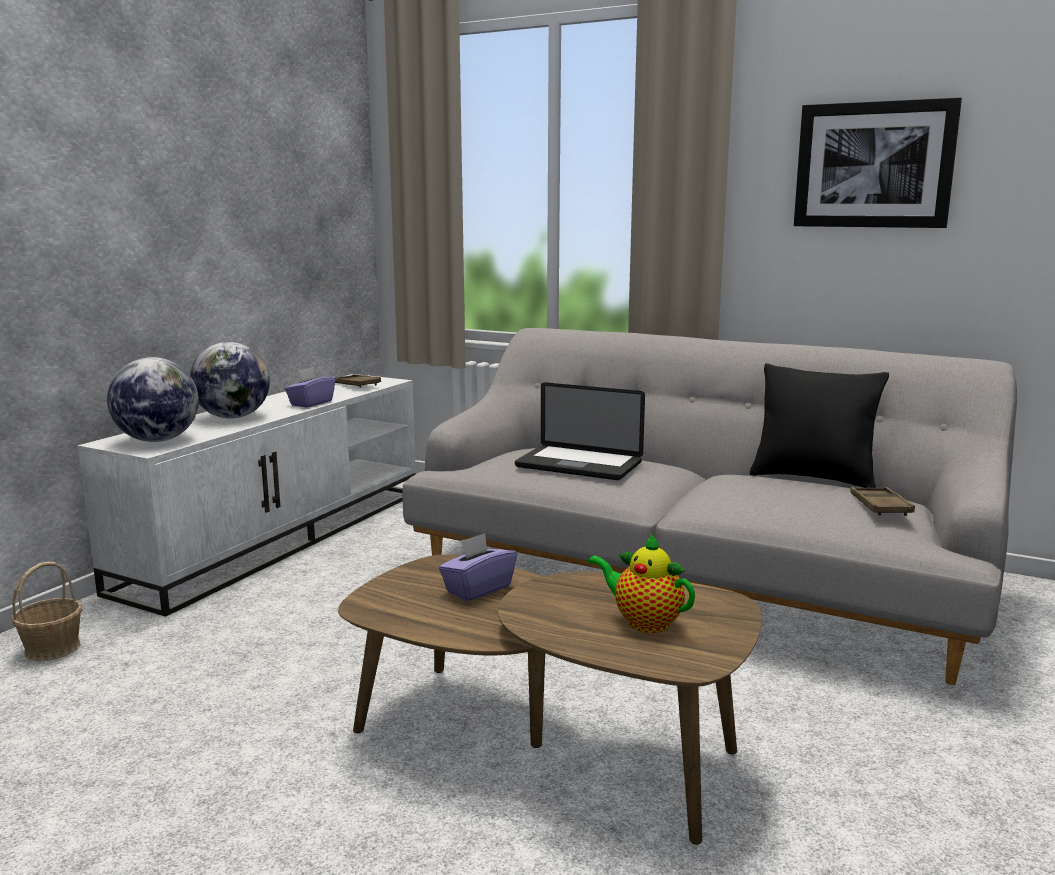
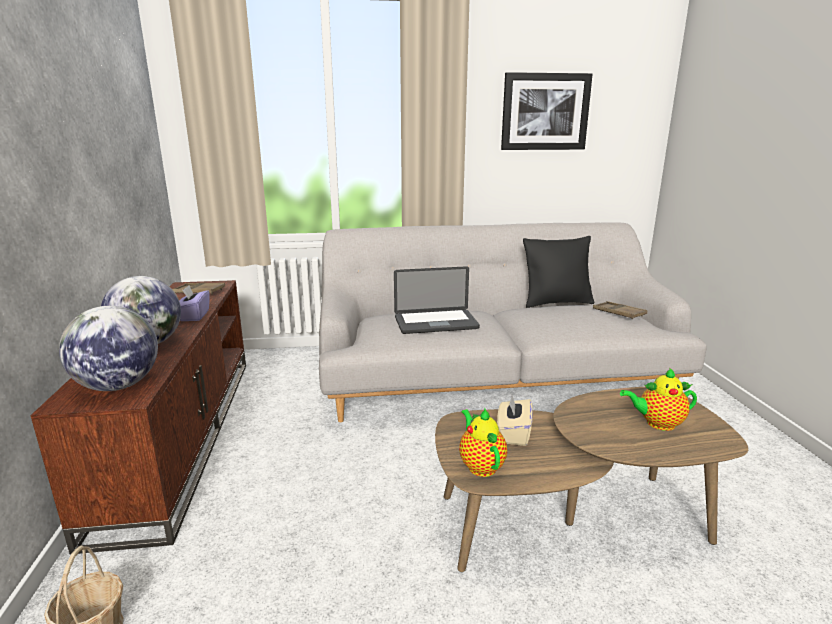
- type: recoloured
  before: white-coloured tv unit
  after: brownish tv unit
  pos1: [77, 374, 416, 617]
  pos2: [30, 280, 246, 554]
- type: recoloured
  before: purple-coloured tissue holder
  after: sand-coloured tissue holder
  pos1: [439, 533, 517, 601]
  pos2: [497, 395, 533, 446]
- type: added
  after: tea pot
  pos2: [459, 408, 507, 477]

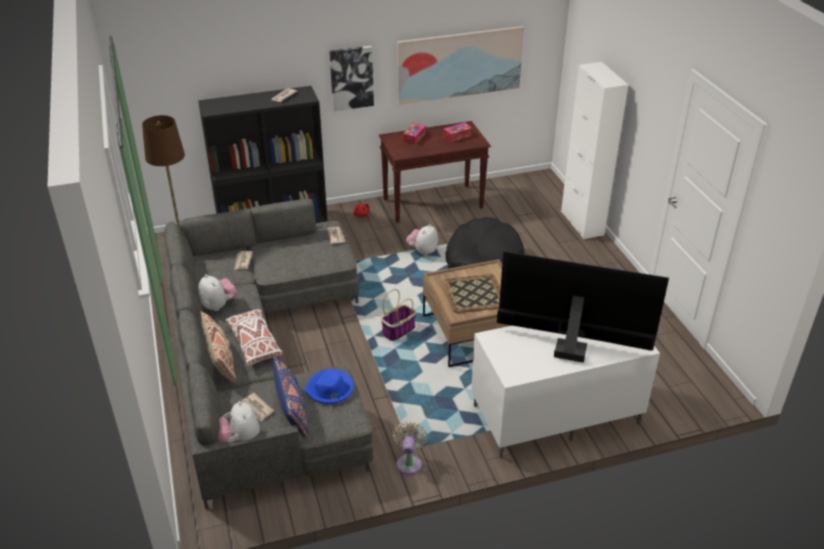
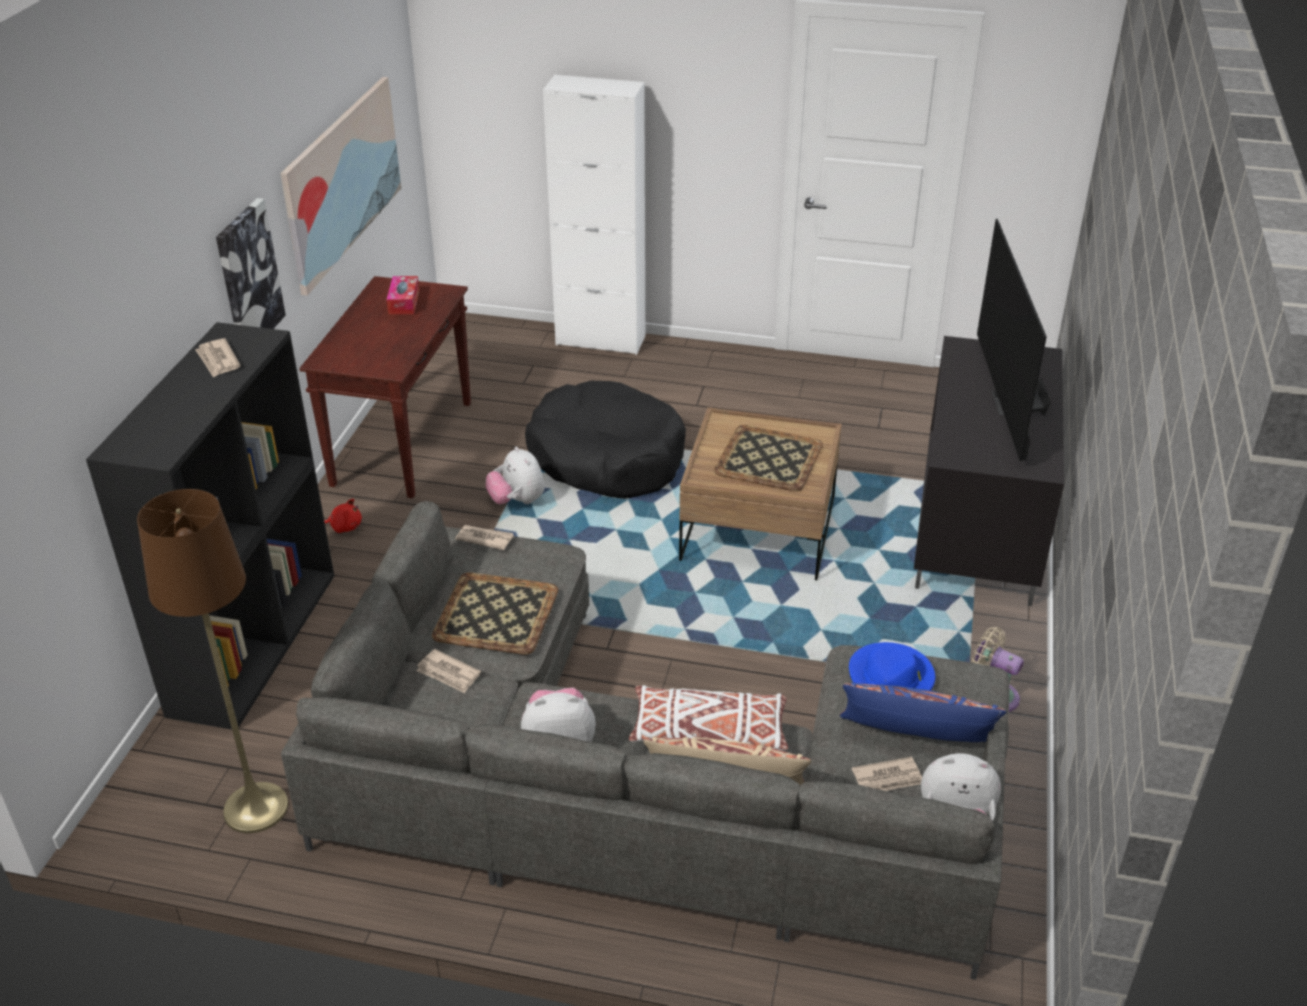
- type: removed
  before: household basket
  pos1: [381, 289, 416, 341]
- type: removed
  before: tissue holder
  pos1: [403, 123, 426, 145]
- type: recoloured
  before: white-coloured tv unit
  after: blackish tv unit
  pos1: [471, 326, 660, 458]
  pos2: [914, 336, 1064, 606]
- type: turned
  before: television
  pos1: [497, 251, 669, 363]
  pos2: [977, 219, 1051, 461]
  turn: -45
- type: added
  after: tray
  pos2: [432, 572, 558, 655]

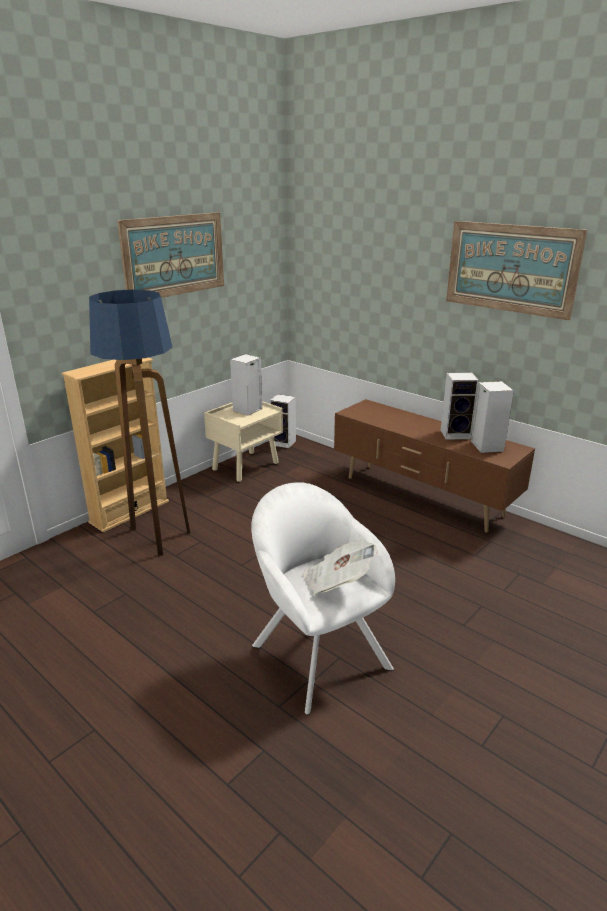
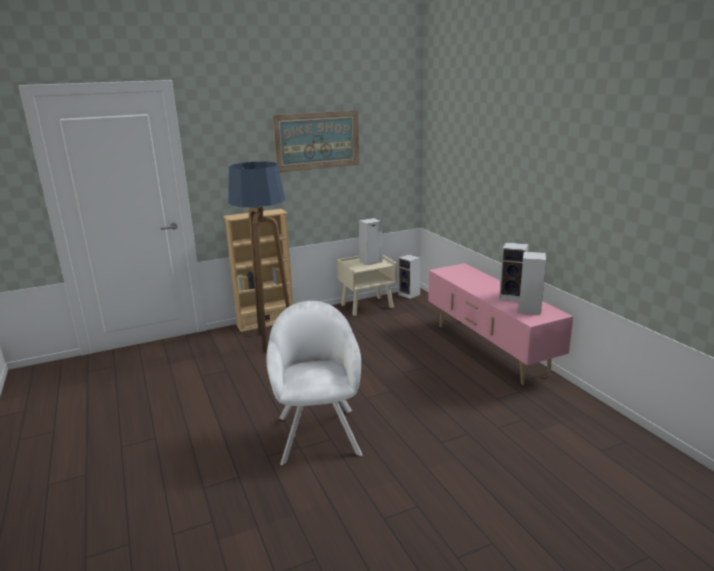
- type: removed
  before: daily paper
  pos1: [303, 539, 378, 595]
- type: recoloured
  before: brownish tv unit
  after: pink tv unit
  pos1: [334, 399, 535, 533]
  pos2: [428, 263, 573, 385]
- type: removed
  before: wall picture
  pos1: [446, 221, 588, 320]

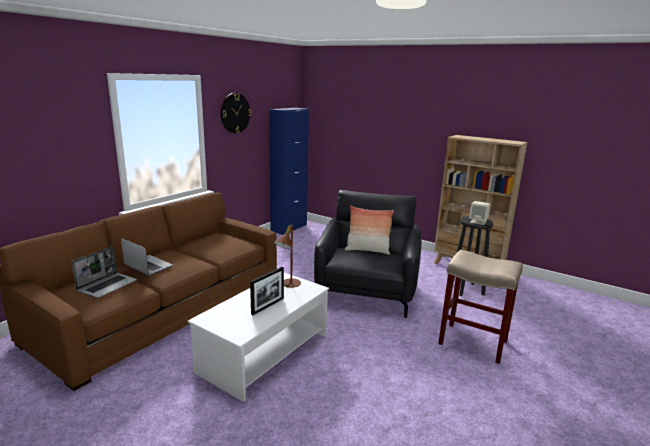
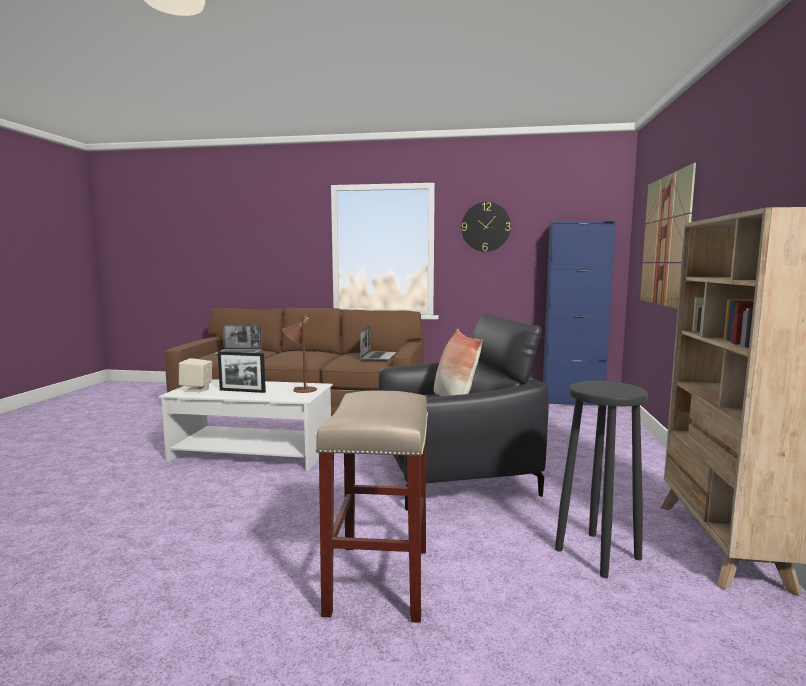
- type: moved
  before: laptop
  pos1: [121, 238, 173, 276]
  pos2: [360, 326, 397, 361]
- type: moved
  before: sand-coloured speaker
  pos1: [469, 201, 491, 225]
  pos2: [179, 358, 212, 392]
- type: added
  after: wall picture
  pos2: [640, 163, 696, 309]

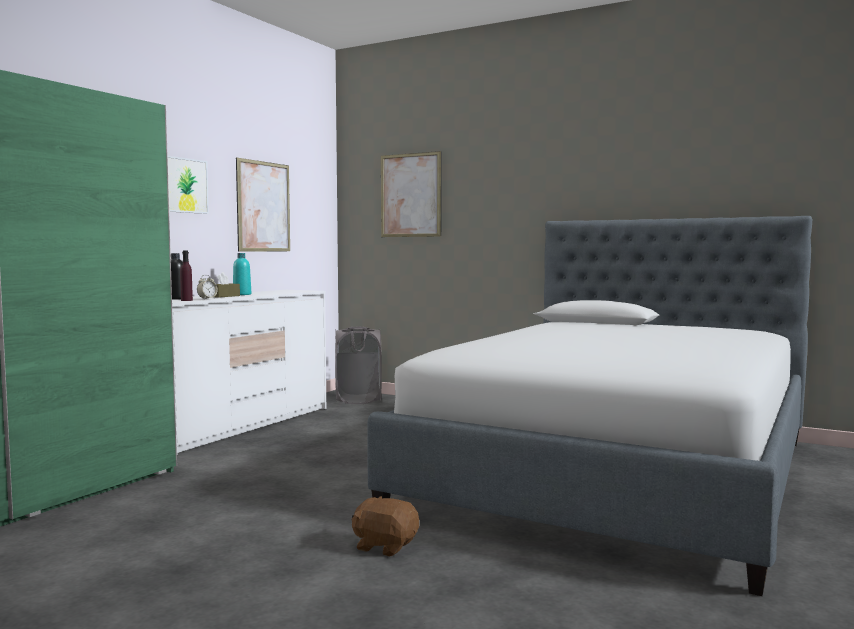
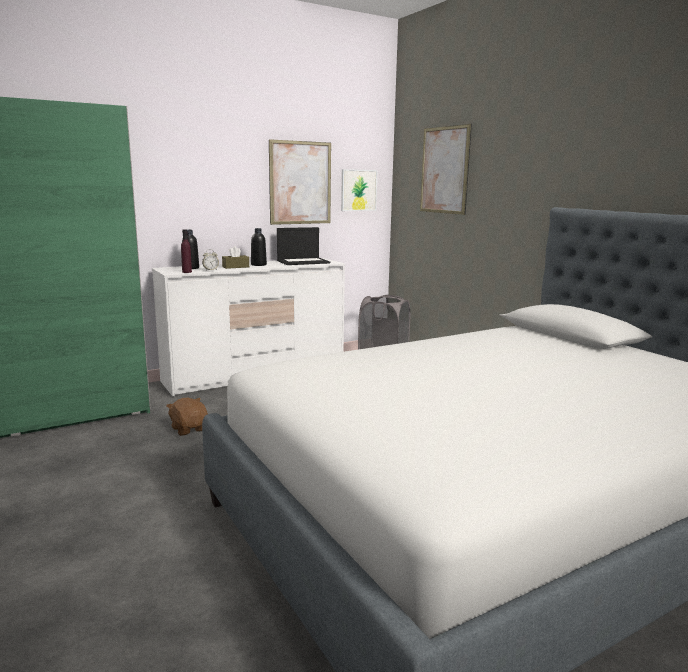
- type: moved
  before: wall picture
  pos1: [168, 156, 209, 214]
  pos2: [341, 169, 378, 211]
- type: recoloured
  before: turquoise-coloured bottle
  after: blackish bottle
  pos1: [233, 253, 251, 295]
  pos2: [251, 228, 267, 266]
- type: moved
  before: brownish soft toy
  pos1: [351, 496, 419, 557]
  pos2: [166, 398, 208, 436]
- type: added
  after: laptop
  pos2: [277, 227, 330, 265]

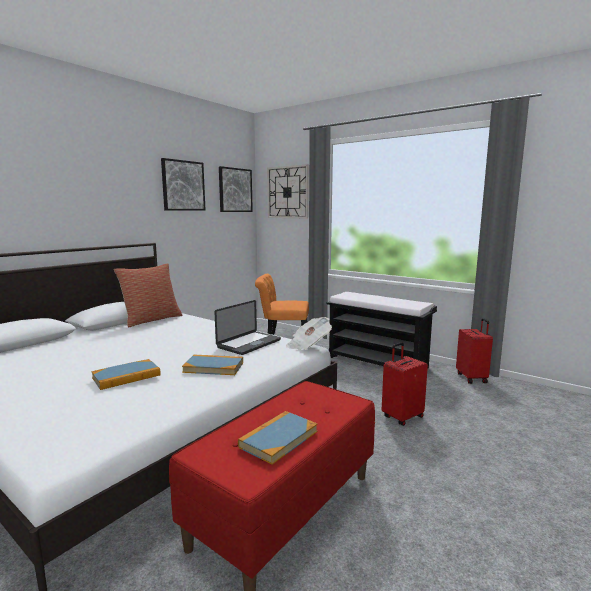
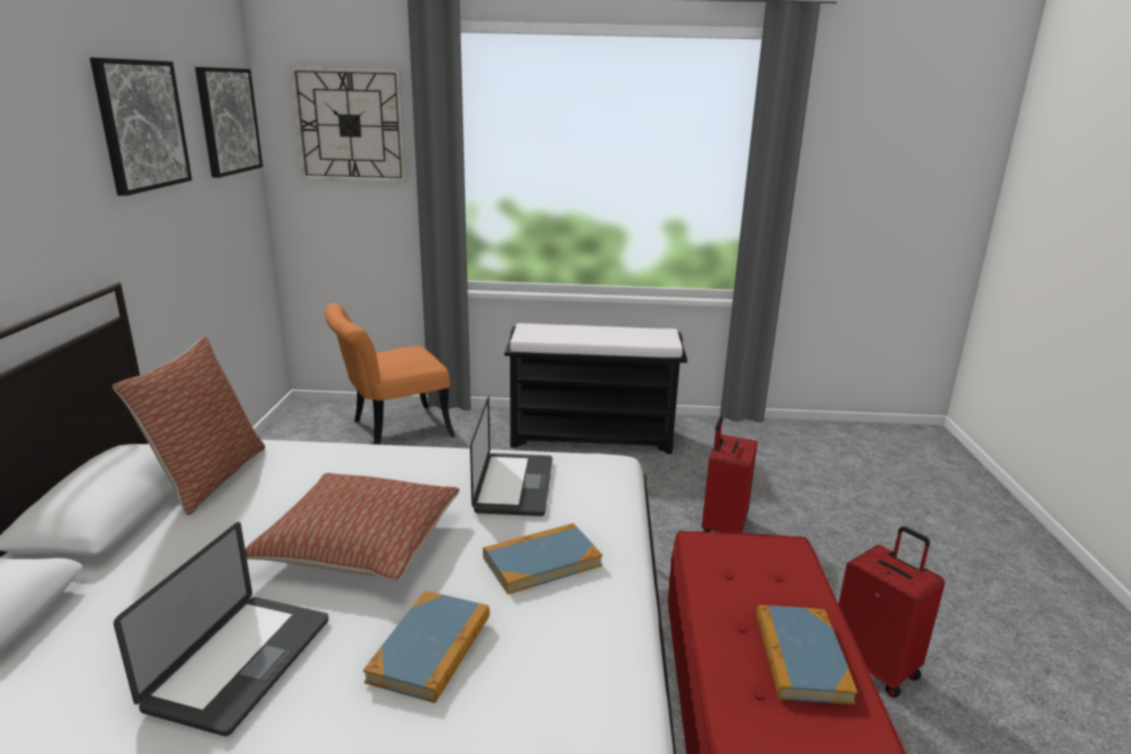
- type: removed
  before: daily paper
  pos1: [286, 317, 332, 350]
- type: moved
  before: reddish suitcase
  pos1: [456, 318, 493, 384]
  pos2: [839, 526, 945, 698]
- type: added
  after: laptop
  pos2: [113, 522, 329, 736]
- type: added
  after: pillow
  pos2: [245, 473, 459, 581]

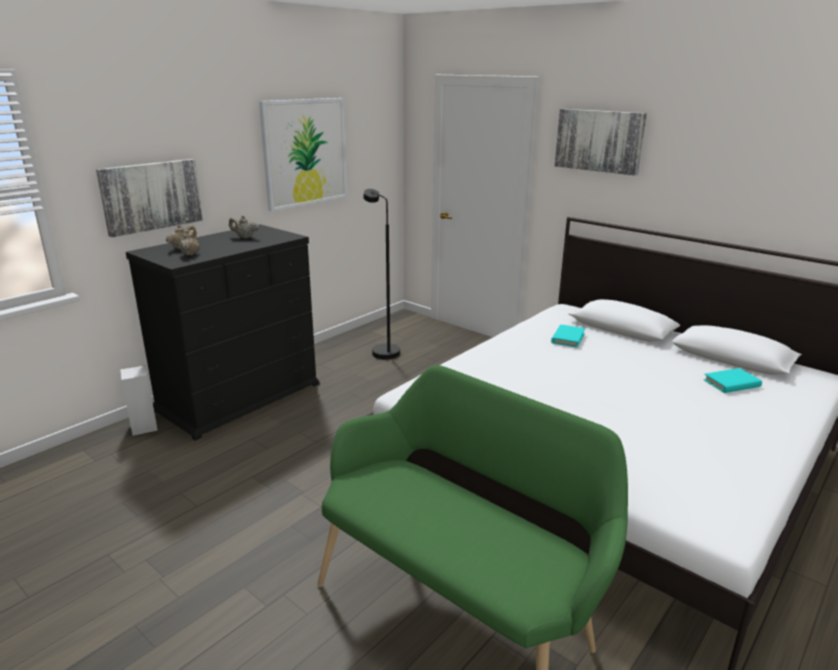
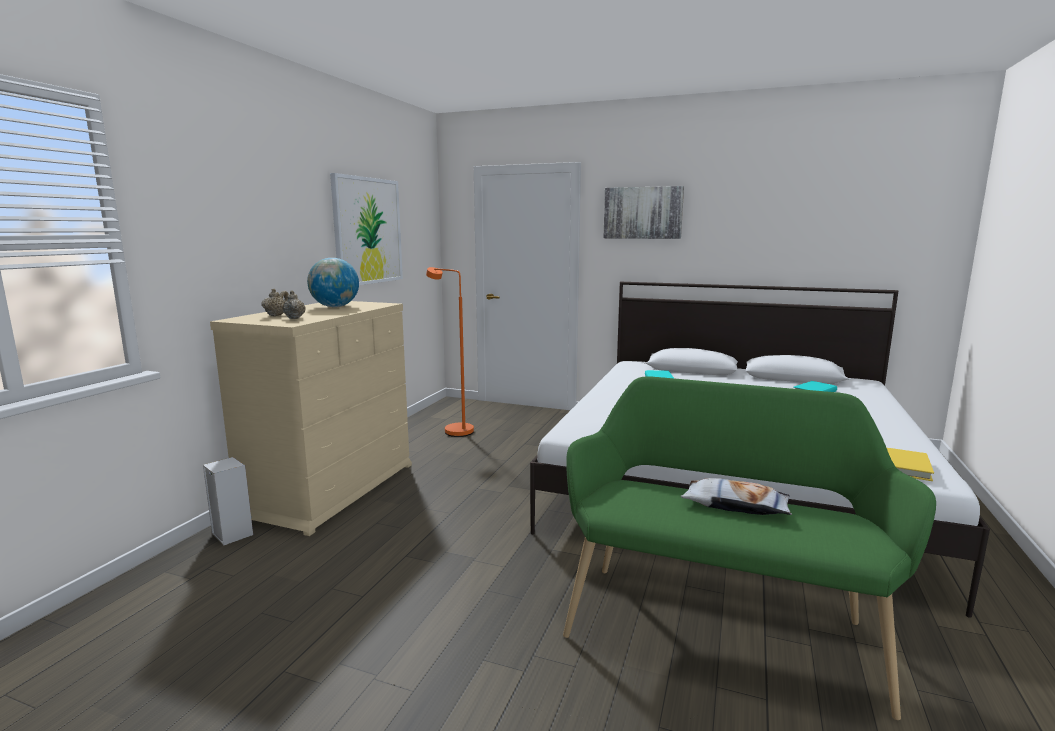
- type: removed
  before: wall picture
  pos1: [96, 159, 203, 237]
- type: recoloured
  before: blackish chest of drawers
  after: sand-coloured chest of drawers
  pos1: [126, 224, 319, 441]
  pos2: [210, 301, 412, 536]
- type: replaced
  before: sand-coloured tea pot
  after: globe
  pos1: [229, 215, 259, 239]
  pos2: [307, 258, 359, 307]
- type: recoloured
  before: blackish floor lamp
  after: orangey floor lamp
  pos1: [363, 189, 400, 359]
  pos2: [426, 267, 474, 437]
- type: added
  after: pillow
  pos2: [681, 478, 792, 515]
- type: added
  after: yellow-coloured bound book
  pos2: [887, 448, 934, 481]

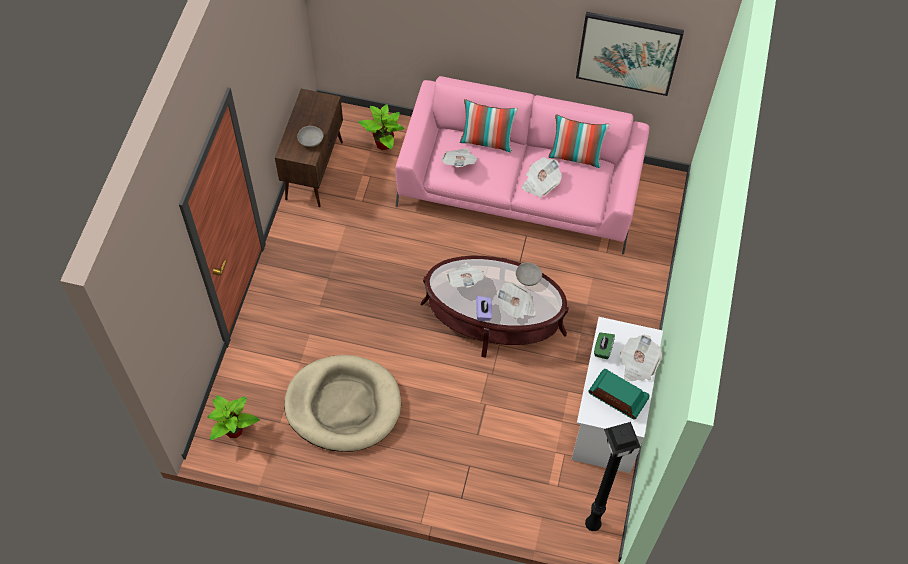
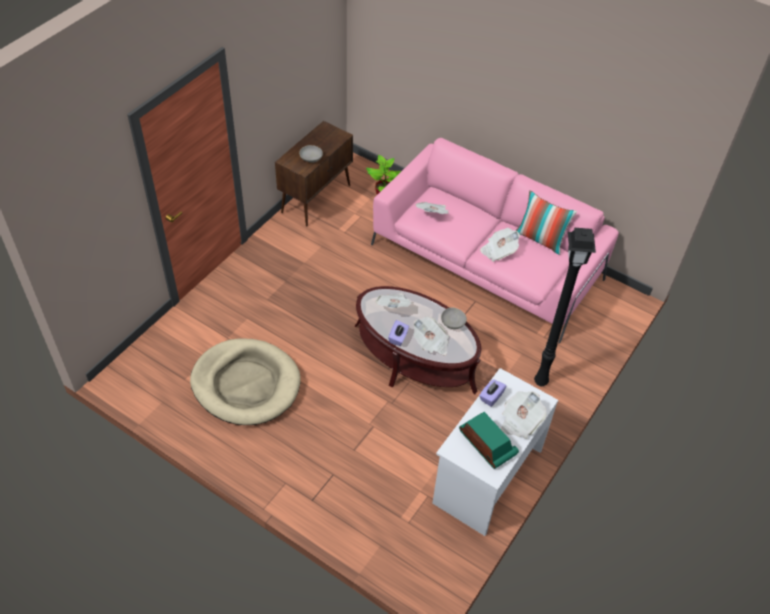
- type: removed
  before: plant in a pot
  pos1: [207, 395, 260, 440]
- type: removed
  before: pillow
  pos1: [460, 99, 518, 152]
- type: removed
  before: wall picture
  pos1: [576, 12, 684, 96]
- type: moved
  before: blackish floor lamp
  pos1: [585, 422, 640, 531]
  pos2: [534, 228, 596, 386]
- type: recoloured
  before: greenish tissue holder
  after: purple-coloured tissue holder
  pos1: [594, 332, 615, 359]
  pos2: [479, 379, 506, 407]

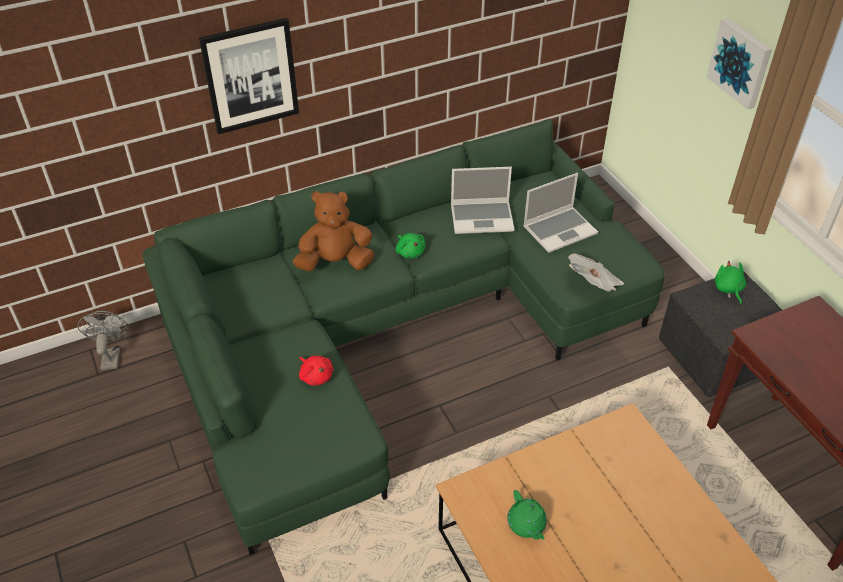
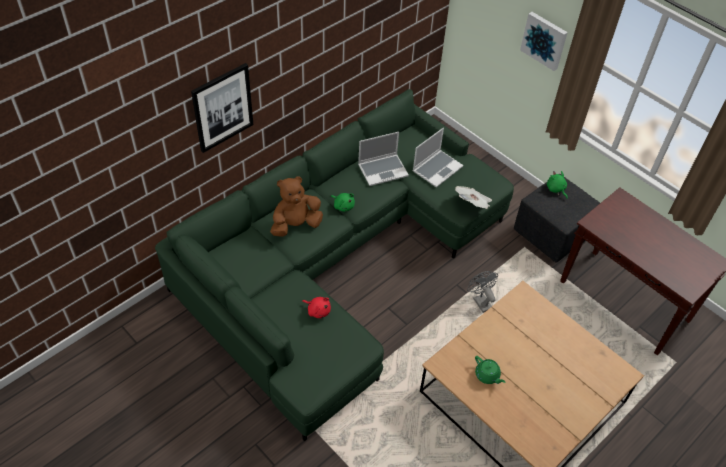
- type: moved
  before: gray electric fan
  pos1: [77, 311, 128, 370]
  pos2: [467, 271, 498, 313]

